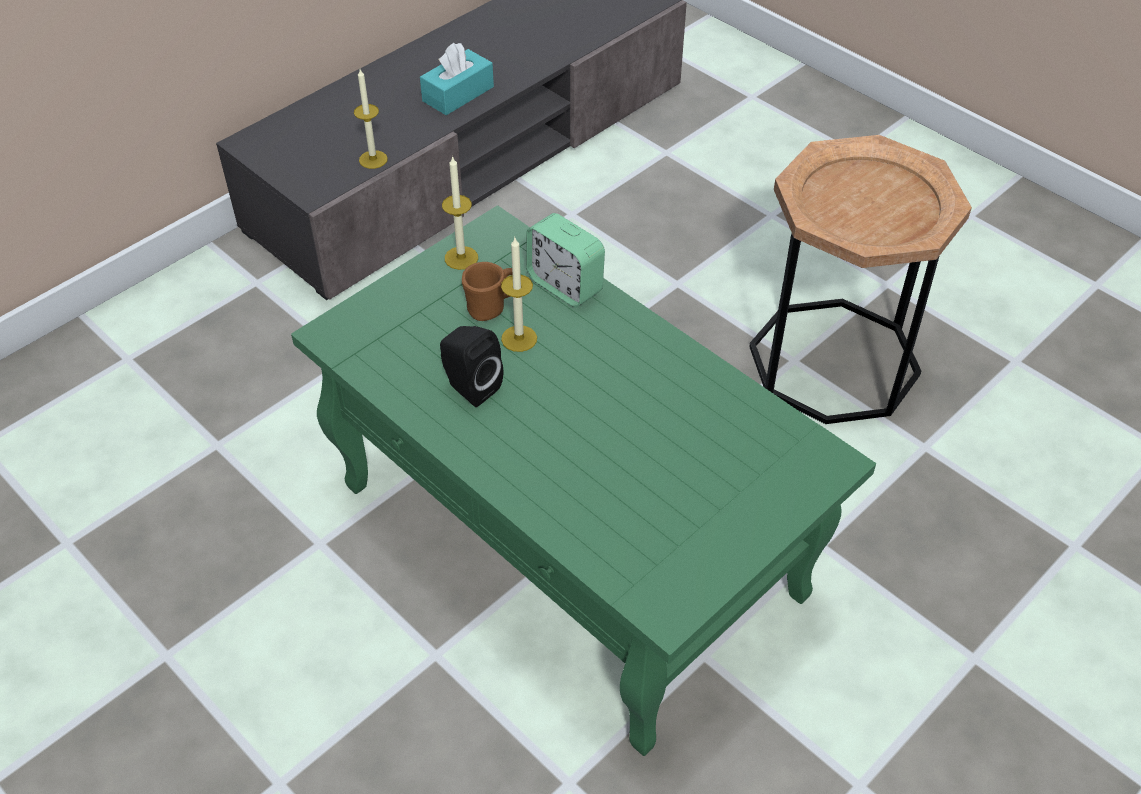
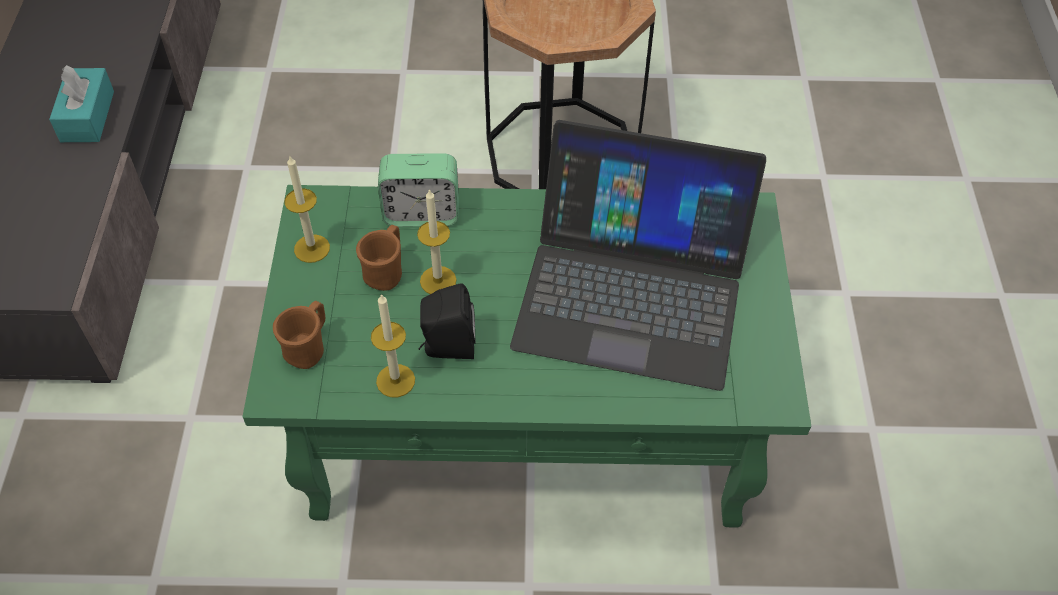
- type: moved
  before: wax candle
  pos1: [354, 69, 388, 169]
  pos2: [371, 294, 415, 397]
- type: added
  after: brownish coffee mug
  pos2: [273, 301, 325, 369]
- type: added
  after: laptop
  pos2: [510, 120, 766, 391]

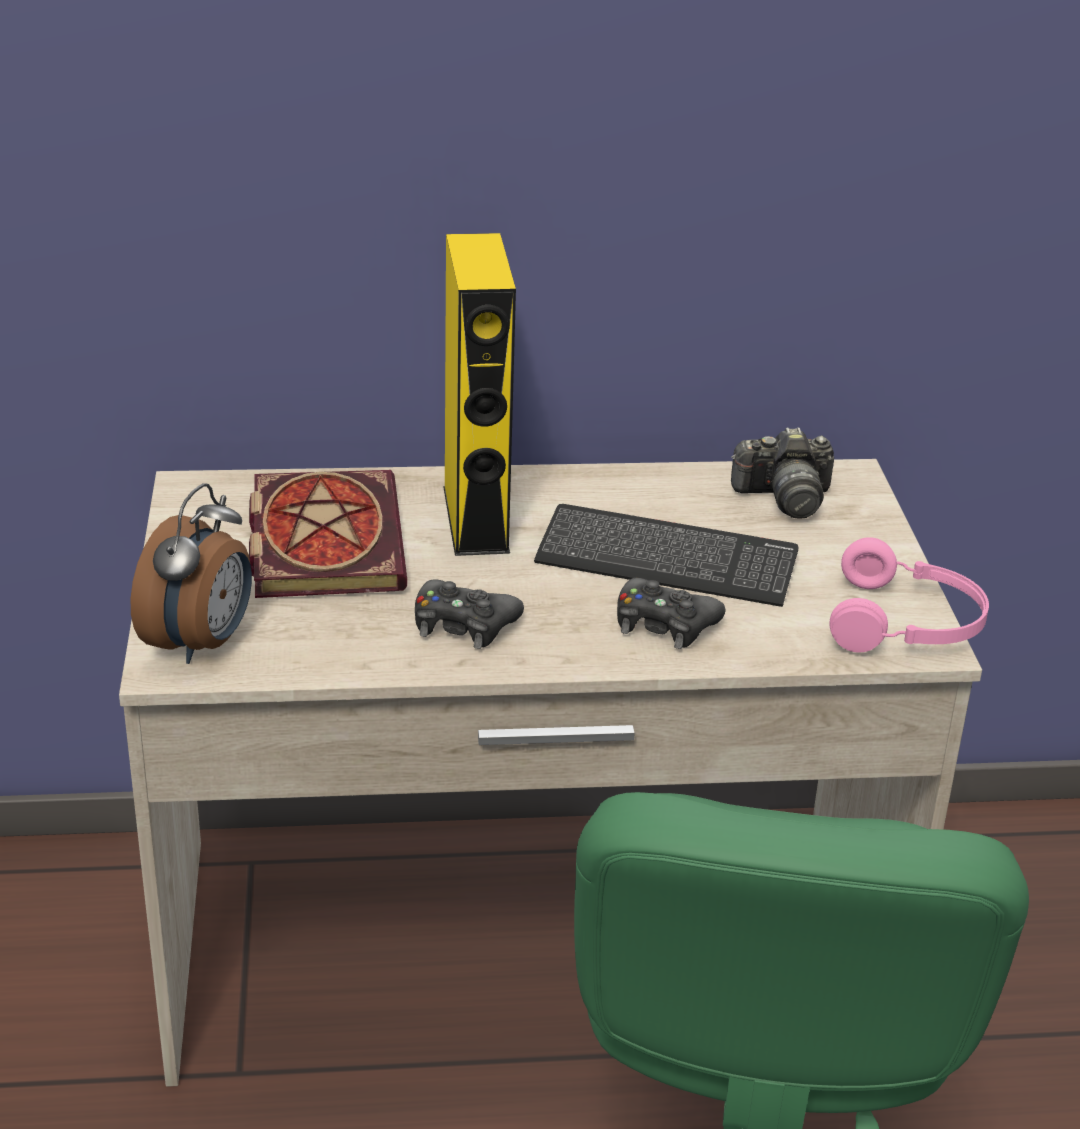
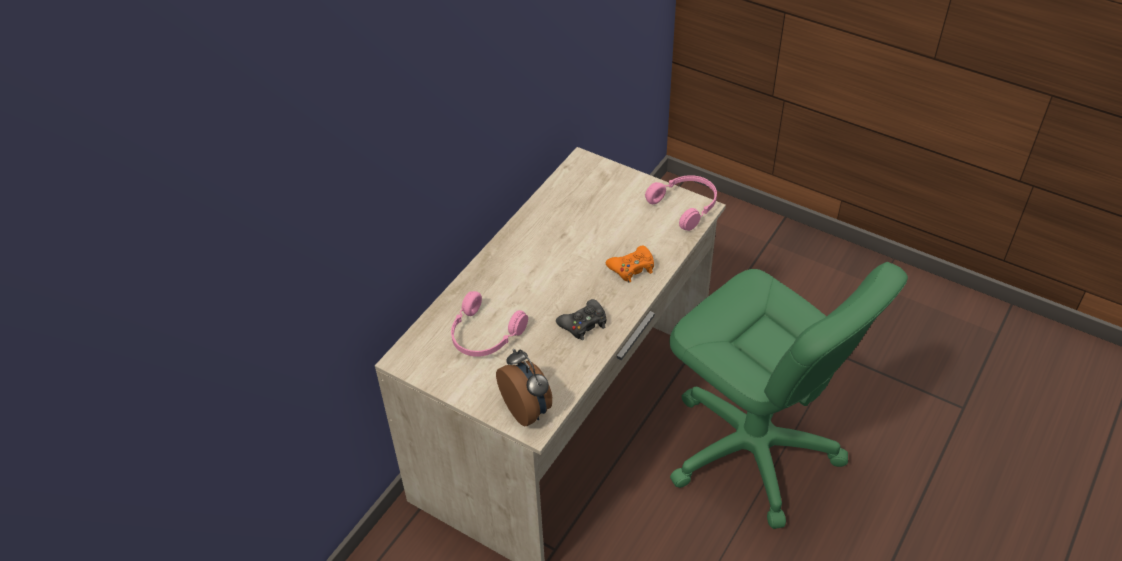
- type: replaced
  before: bound book
  after: pink pair of headphones
  pos1: [249, 470, 407, 598]
  pos2: [451, 291, 528, 357]
- type: removed
  before: yellow-coloured speaker
  pos1: [443, 233, 516, 556]
- type: removed
  before: keyboard
  pos1: [534, 504, 798, 607]
- type: recoloured
  before: blackish joypad
  after: orangey joypad
  pos1: [617, 578, 725, 649]
  pos2: [606, 245, 654, 283]
- type: removed
  before: photo camera
  pos1: [731, 427, 834, 519]

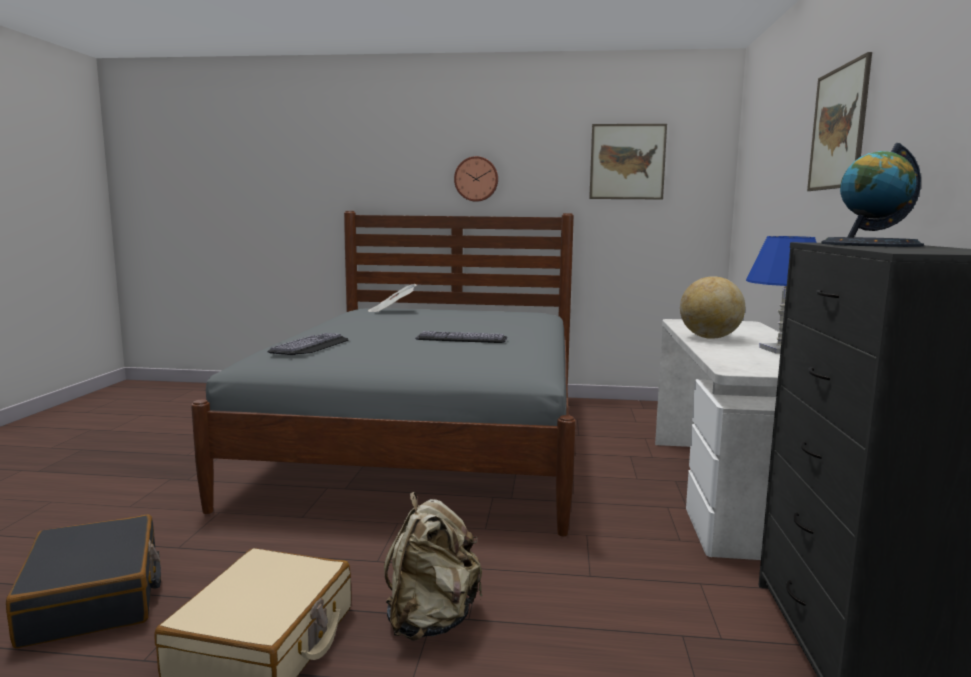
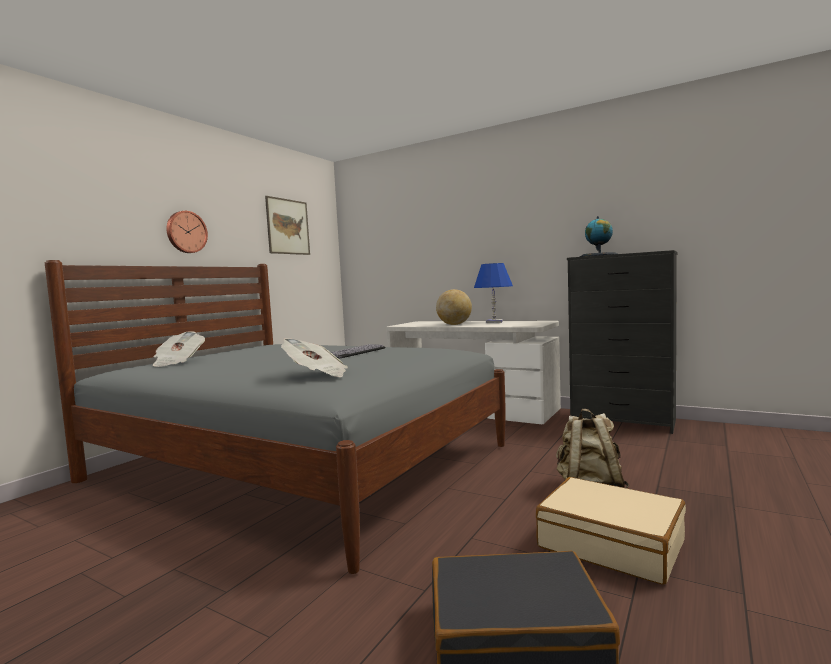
- type: replaced
  before: keyboard
  after: daily paper
  pos1: [268, 333, 349, 355]
  pos2: [281, 338, 348, 377]
- type: removed
  before: wall picture
  pos1: [807, 52, 872, 191]

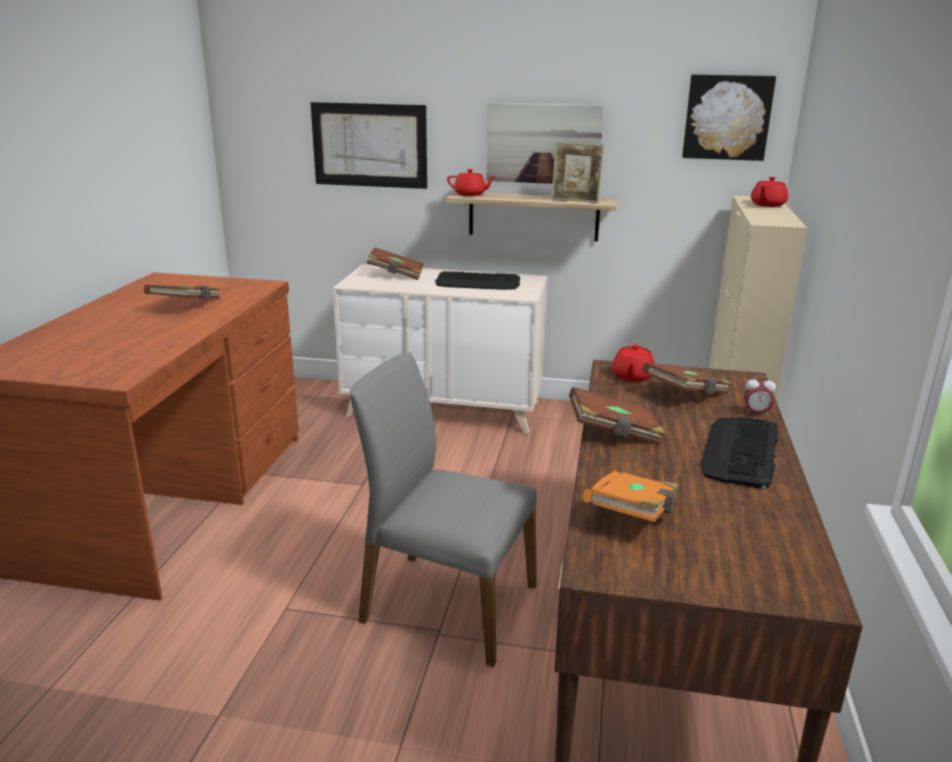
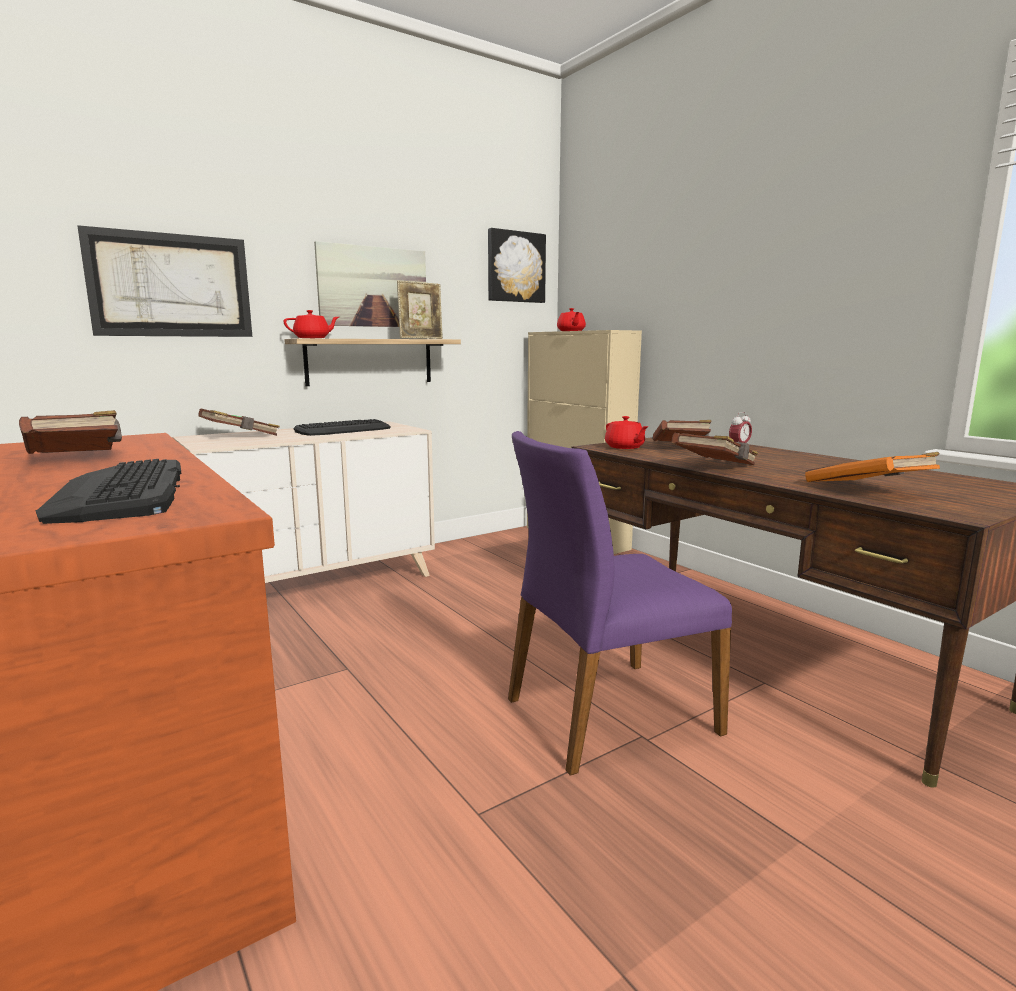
- type: recoloured
  before: gray plain chair
  after: purple-coloured plain chair
  pos1: [350, 352, 537, 667]
  pos2: [508, 431, 732, 776]
- type: moved
  before: keyboard
  pos1: [700, 417, 778, 489]
  pos2: [35, 459, 181, 524]

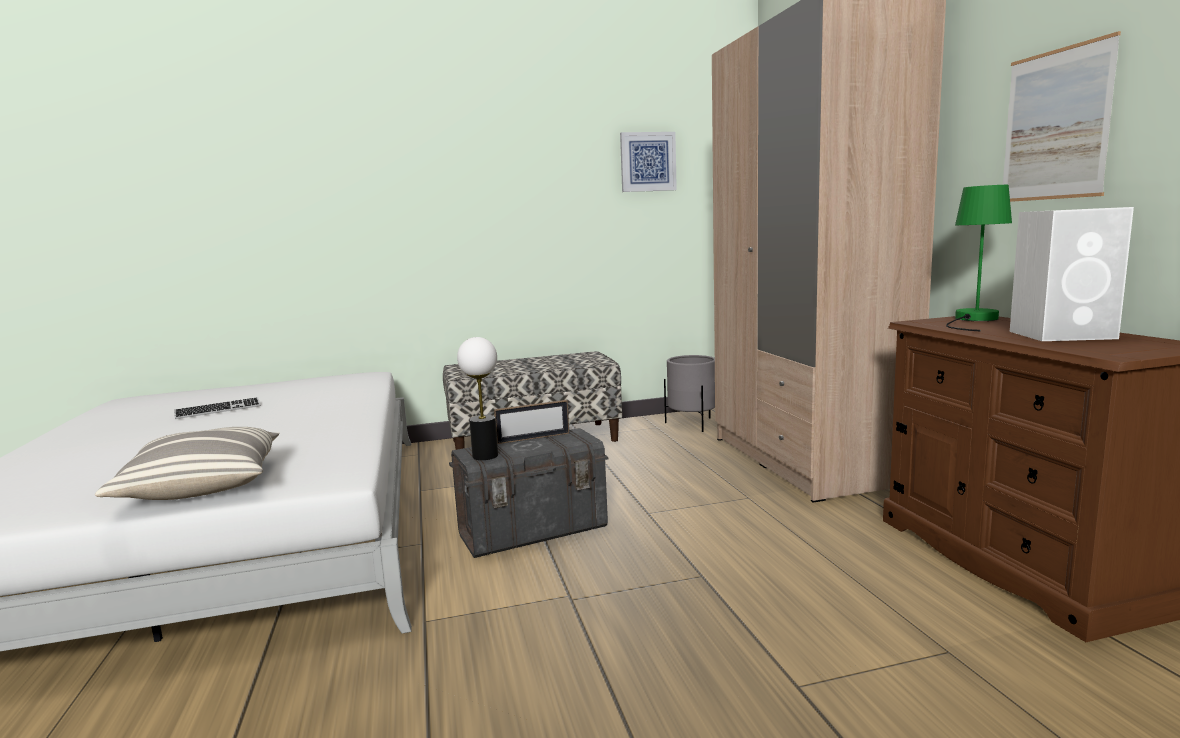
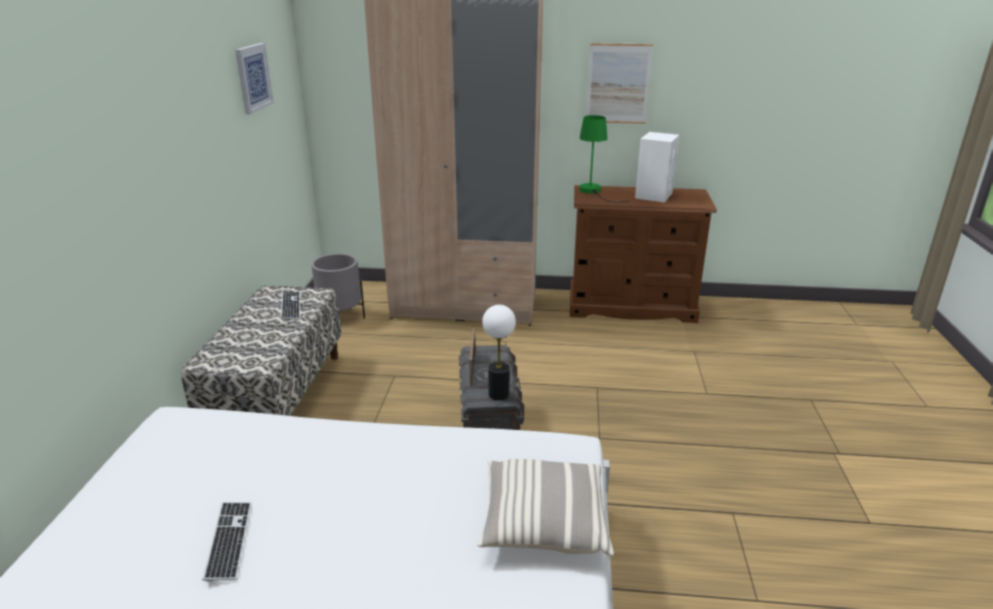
- type: added
  after: keyboard
  pos2: [281, 291, 300, 320]

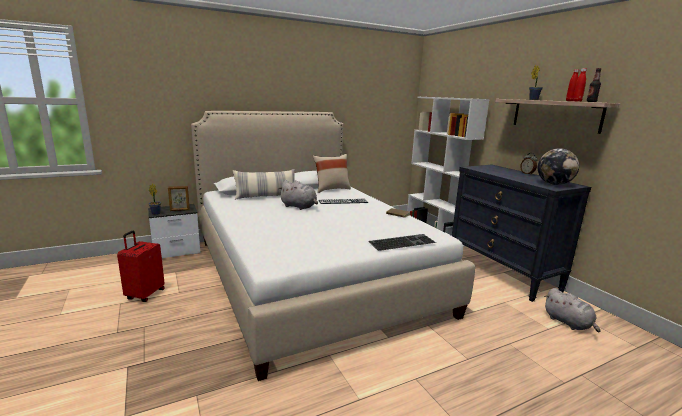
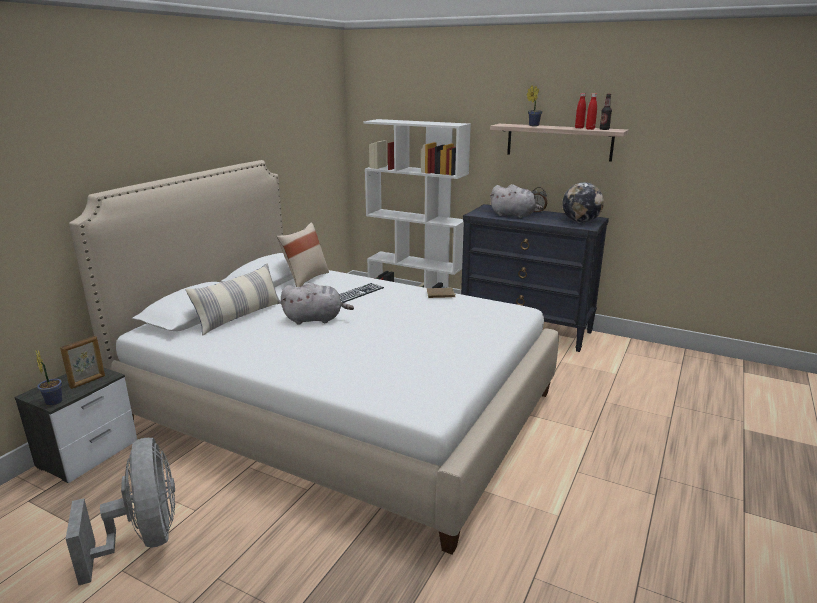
- type: replaced
  before: reddish suitcase
  after: gray electric fan
  pos1: [117, 231, 165, 302]
  pos2: [66, 438, 175, 585]
- type: removed
  before: keyboard
  pos1: [368, 234, 436, 251]
- type: moved
  before: gray soft toy
  pos1: [544, 288, 600, 332]
  pos2: [490, 184, 544, 218]

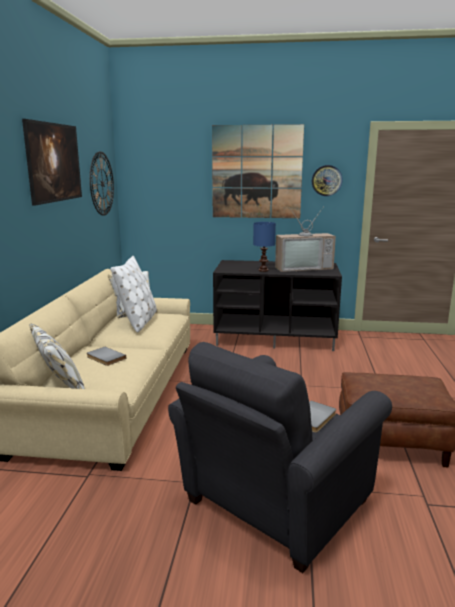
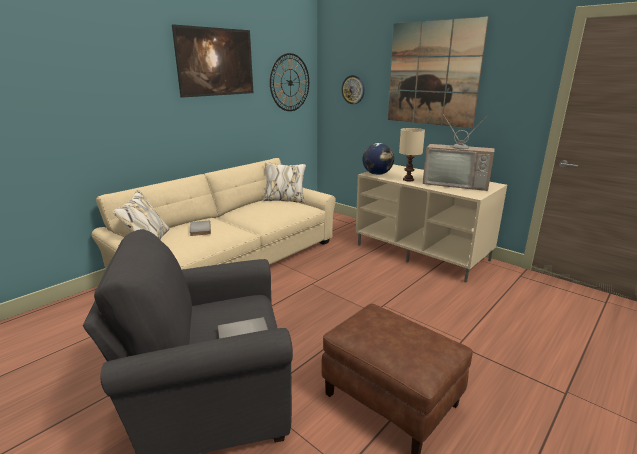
- type: removed
  before: white-coloured pillow
  pos1: [110, 256, 157, 333]
- type: recoloured
  before: blackish tv unit
  after: sand-coloured tv unit
  pos1: [213, 260, 342, 351]
  pos2: [356, 164, 507, 282]
- type: recoloured
  before: bluish tabletop lamp
  after: sand-coloured tabletop lamp
  pos1: [253, 222, 276, 272]
  pos2: [399, 128, 425, 181]
- type: moved
  before: clock on the wall
  pos1: [312, 165, 342, 196]
  pos2: [342, 75, 365, 104]
- type: added
  after: globe
  pos2: [363, 143, 394, 175]

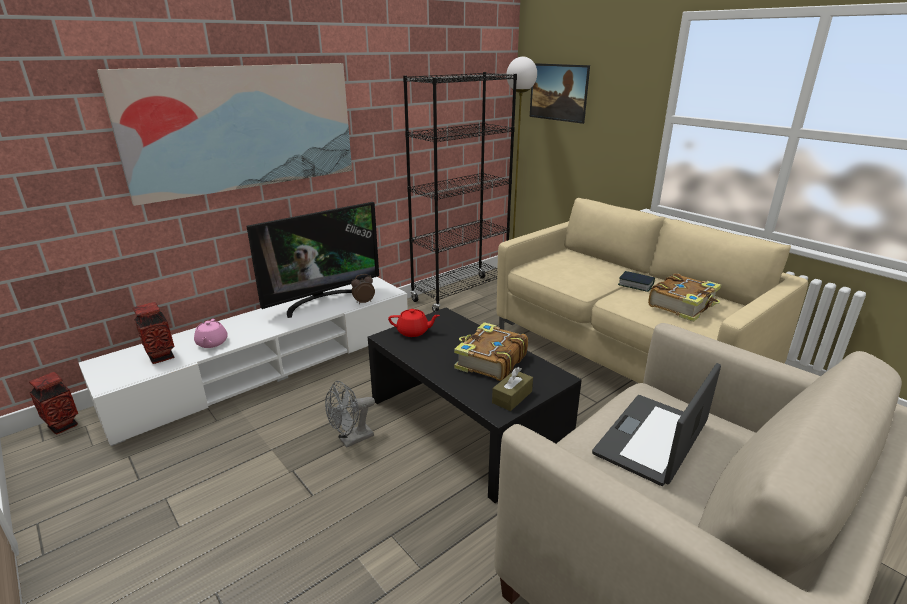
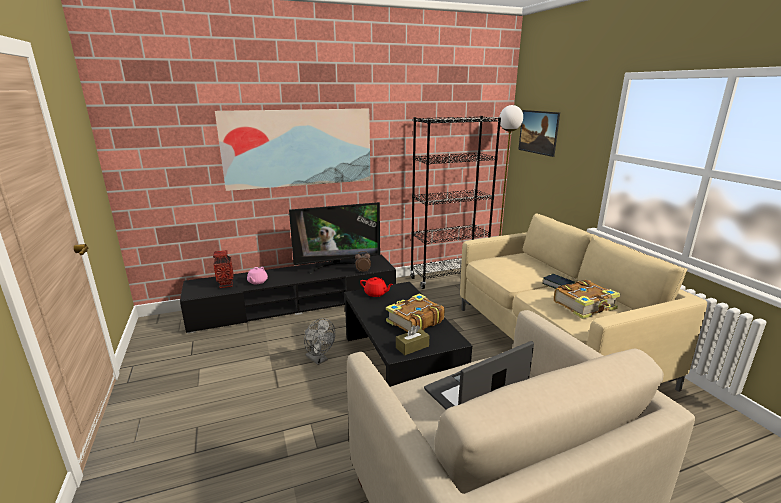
- type: removed
  before: flower vase
  pos1: [29, 372, 78, 435]
- type: recoloured
  before: white-coloured tv unit
  after: blackish tv unit
  pos1: [79, 277, 408, 446]
  pos2: [180, 254, 396, 333]
- type: turned
  before: gray electric fan
  pos1: [325, 381, 375, 448]
  pos2: [304, 318, 335, 365]
  turn: -120

